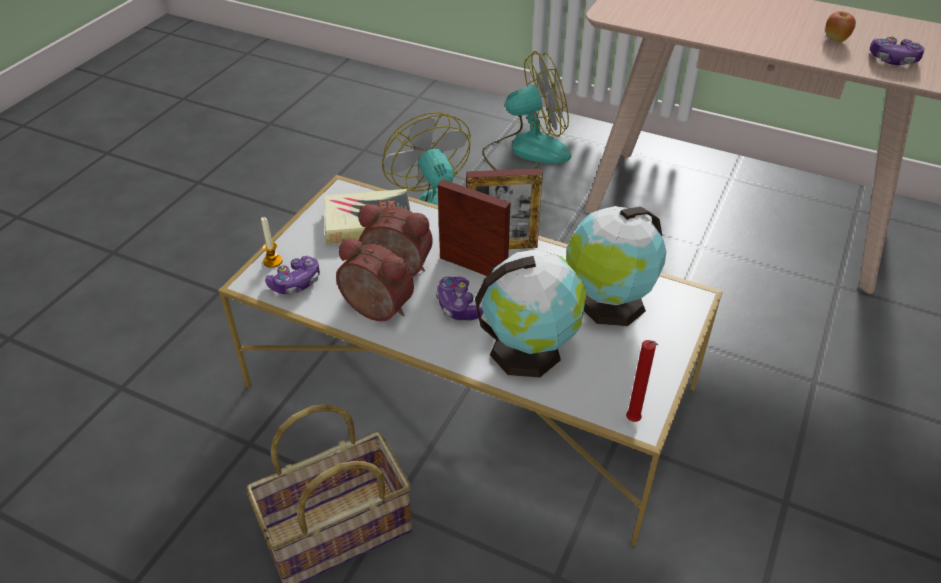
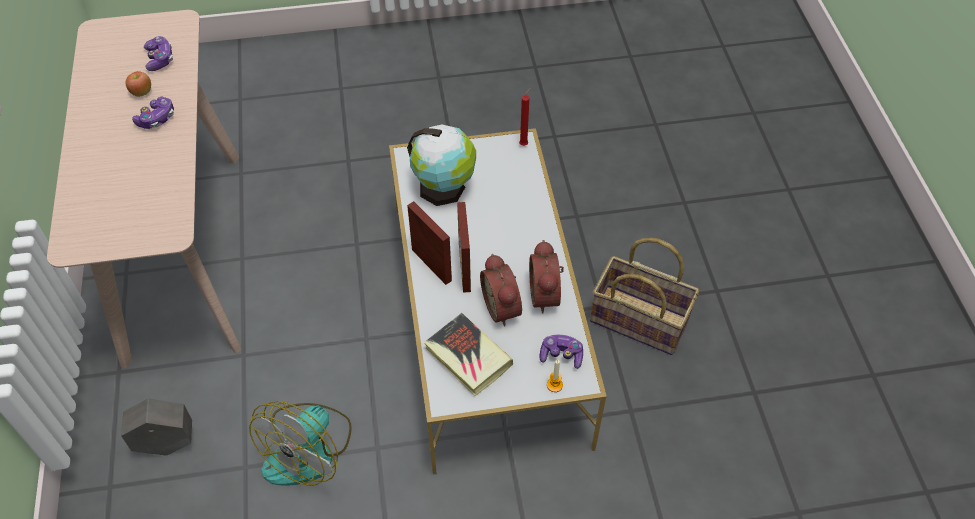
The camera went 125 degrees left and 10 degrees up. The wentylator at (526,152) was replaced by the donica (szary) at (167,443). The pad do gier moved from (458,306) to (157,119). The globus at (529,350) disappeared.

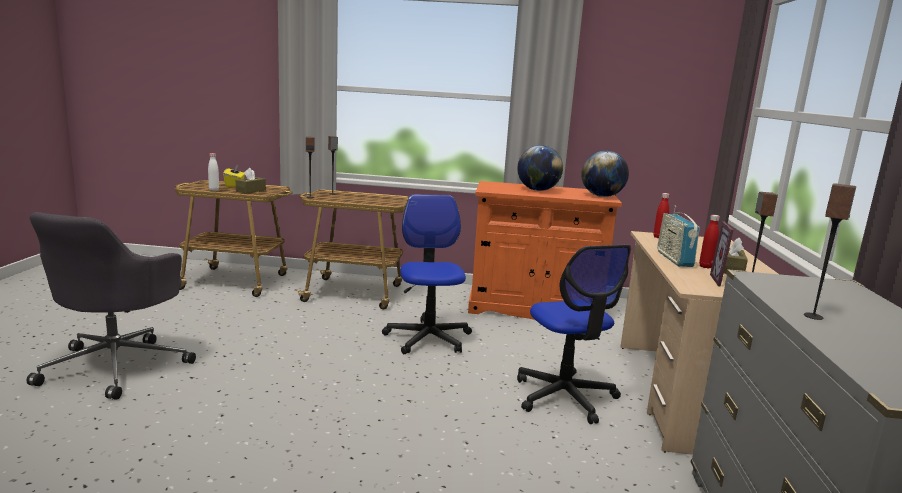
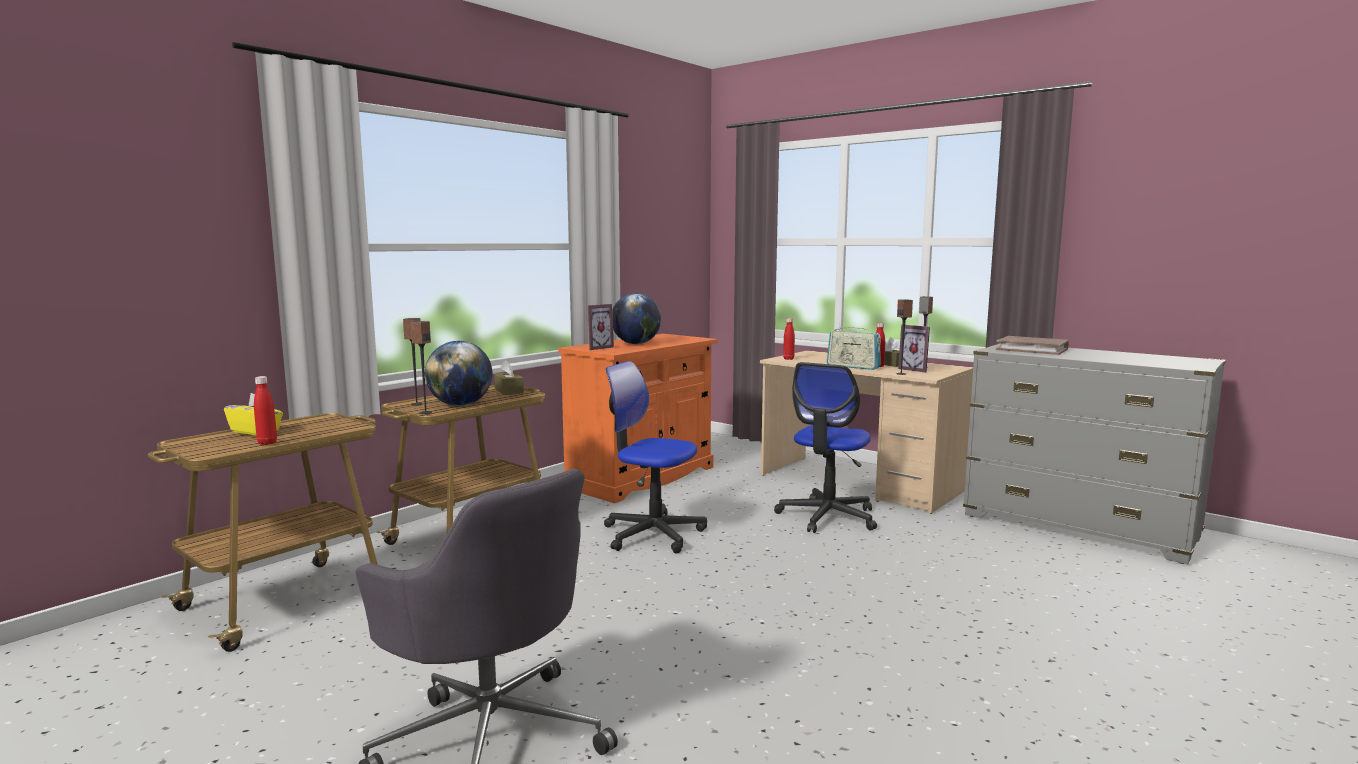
The camera went 55 degrees left and 5 degrees down. The butelka (biały) at (214,190) became the butelka (czerwony) at (267,443). The globus moved from (601,196) to (460,405). The pudełko chusteczek (brązowy) moved from (251,190) to (509,391). The ramka na zdjęcie at (597,348) appeared. The krzesło biurowe at (565,396) turned 105 degrees clockwise. The głośnik moved from (813,316) to (901,374). The książka (brązowy) at (1032,349) appeared.

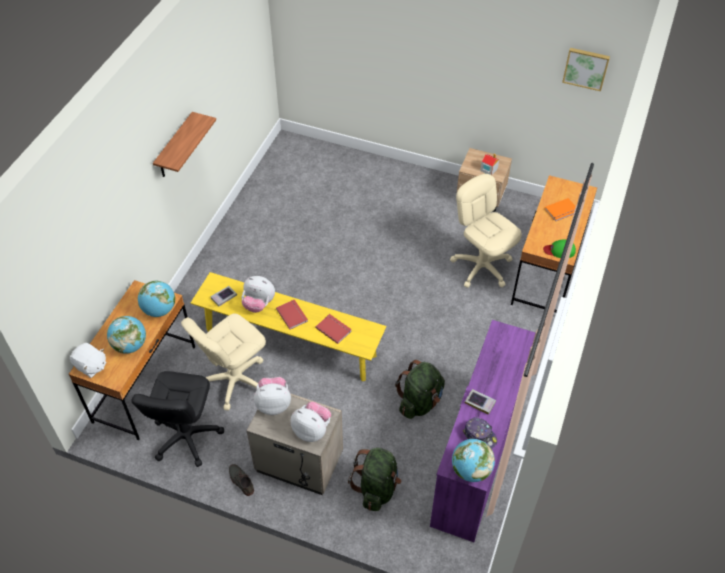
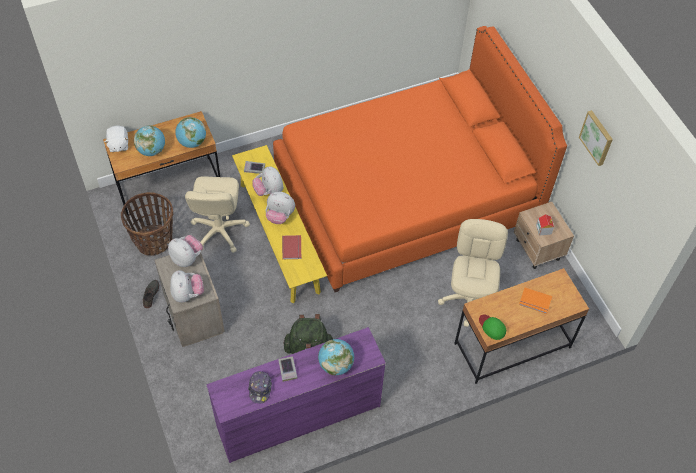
The camera went 45 degrees right and 5 degrees up. The krzesło biurowe (czarny) at (186,436) was replaced by the koszyk at (154,240). The krzesło biurowe (beżowy) at (235,380) turned 90 degrees counterclockwise. The książka (czerwony) at (292,315) was replaced by the pluszak at (280,216). The łóżko (pomarańczowy) at (406,196) appeared. The globus moved from (470,470) to (336,365). The obraz moved from (586,68) to (597,137). The półka at (175,147) disappeared. The plecak (zielony) at (377,487) disappeared.

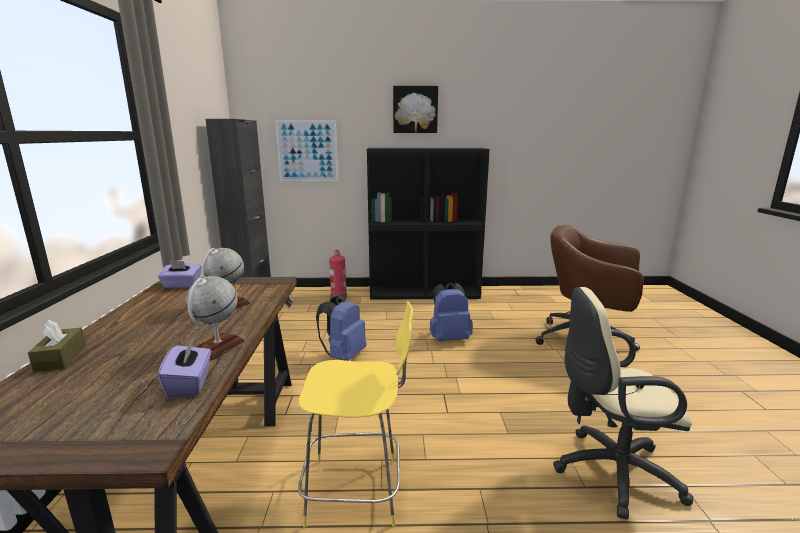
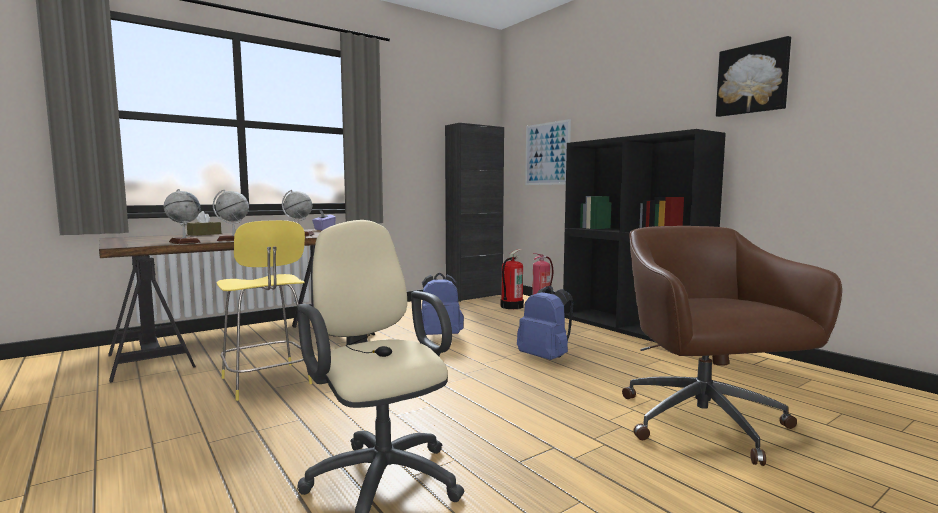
The camera went 55 degrees right and 10 degrees down. The pudełko chusteczek (fioletowy) at (190,384) was replaced by the globus at (184,242). The gaśnica at (511,306) appeared. The obraz moved from (415,110) to (753,79).

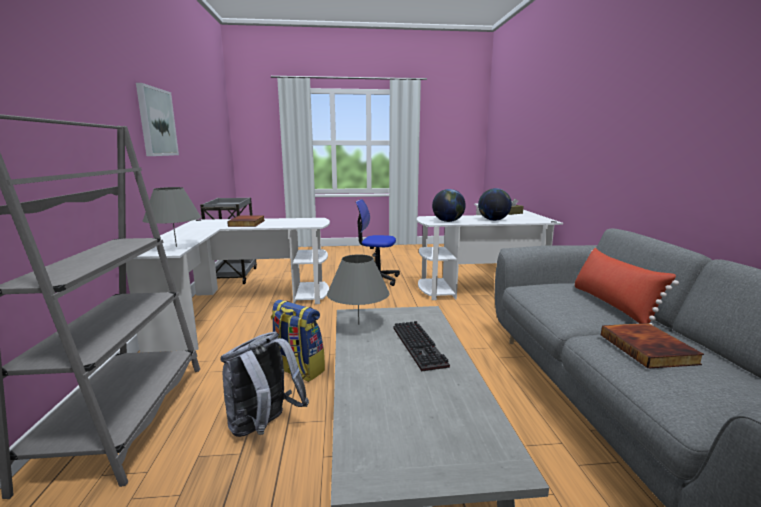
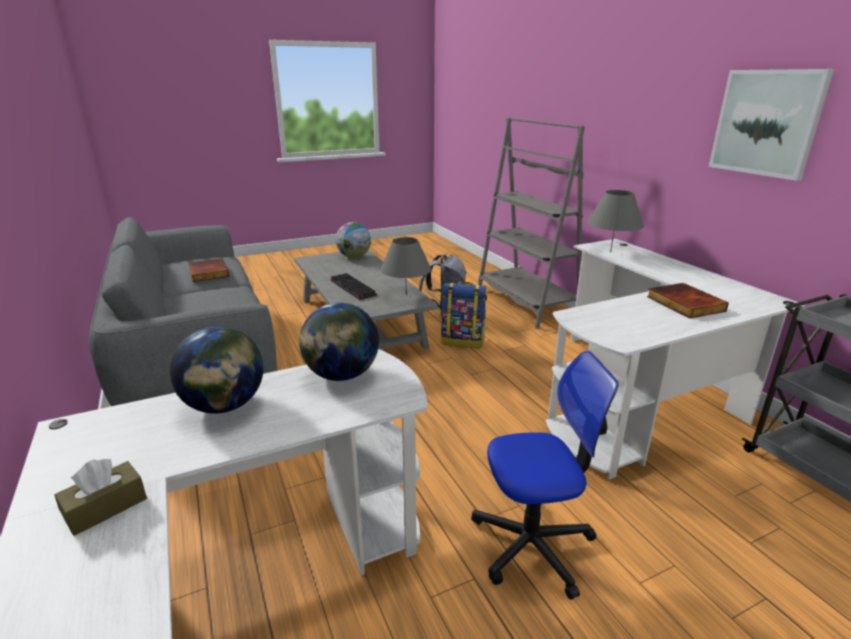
The camera went 160 degrees right and 10 degrees up. The globus at (354,257) appeared. The poduszka (czerwony) at (612,305) disappeared.

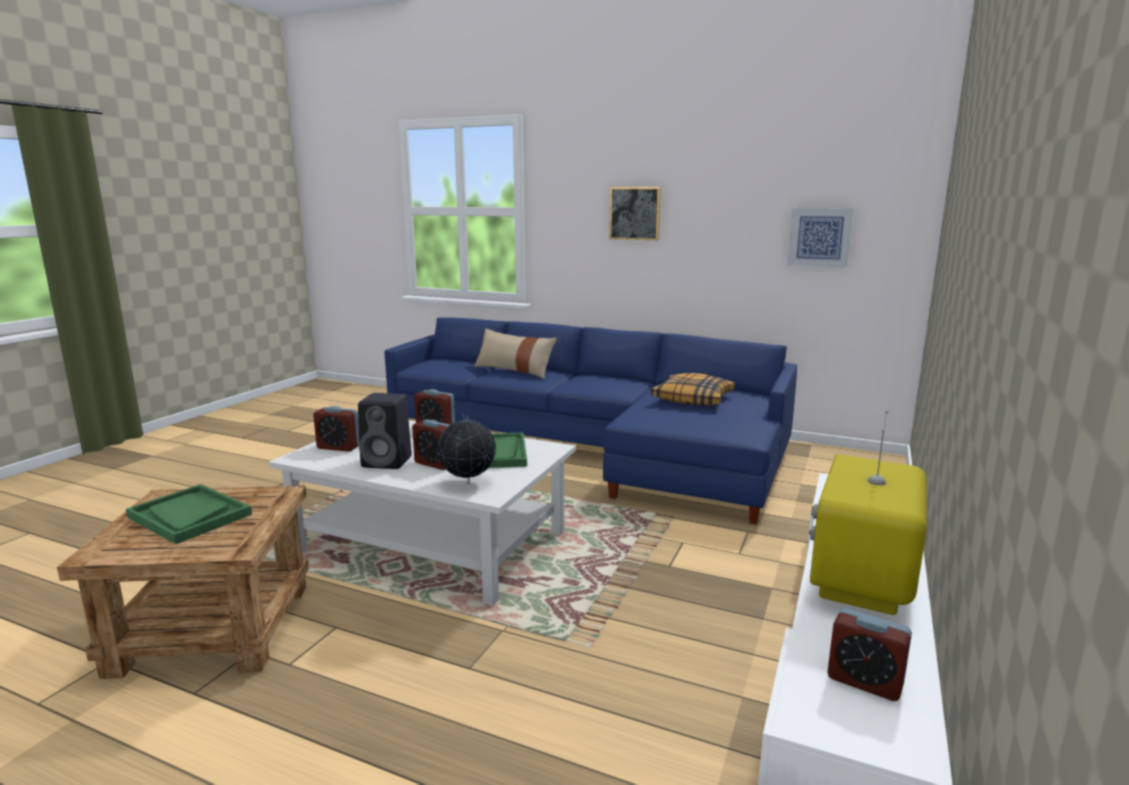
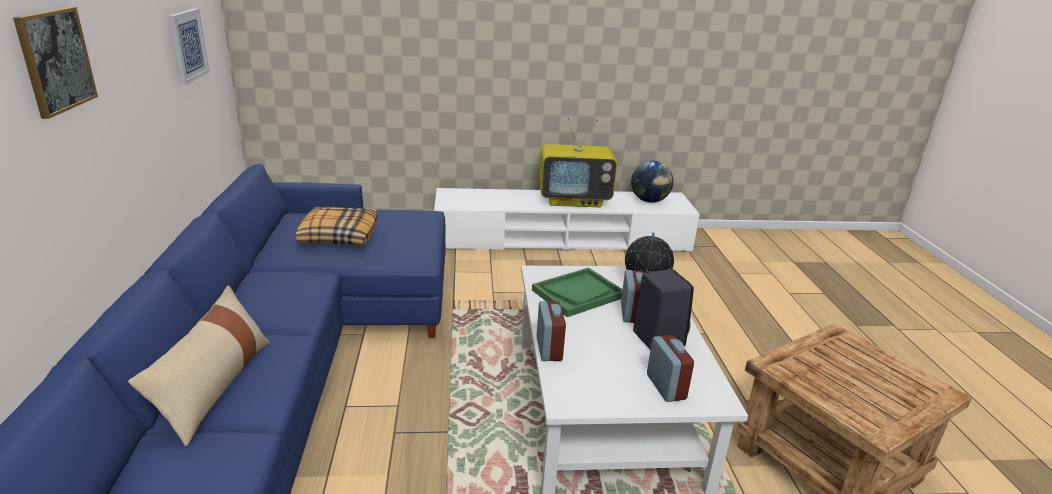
The camera went 120 degrees left and 10 degrees up. The budzik at (864,681) was replaced by the globus at (649,201). The taca (zielony) at (189,516) disappeared.

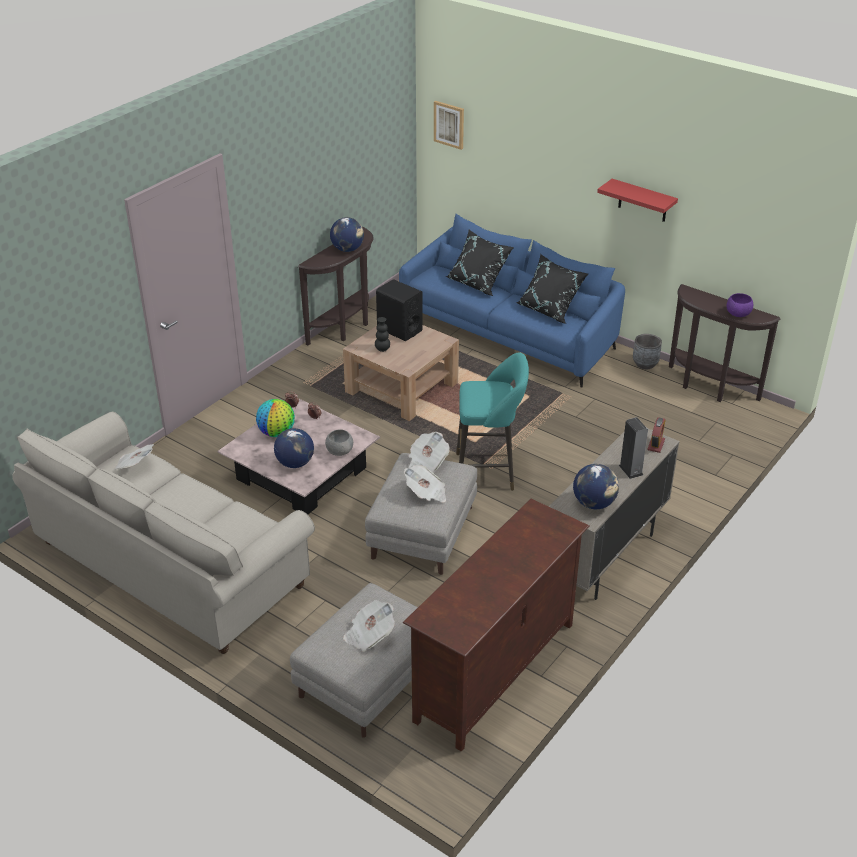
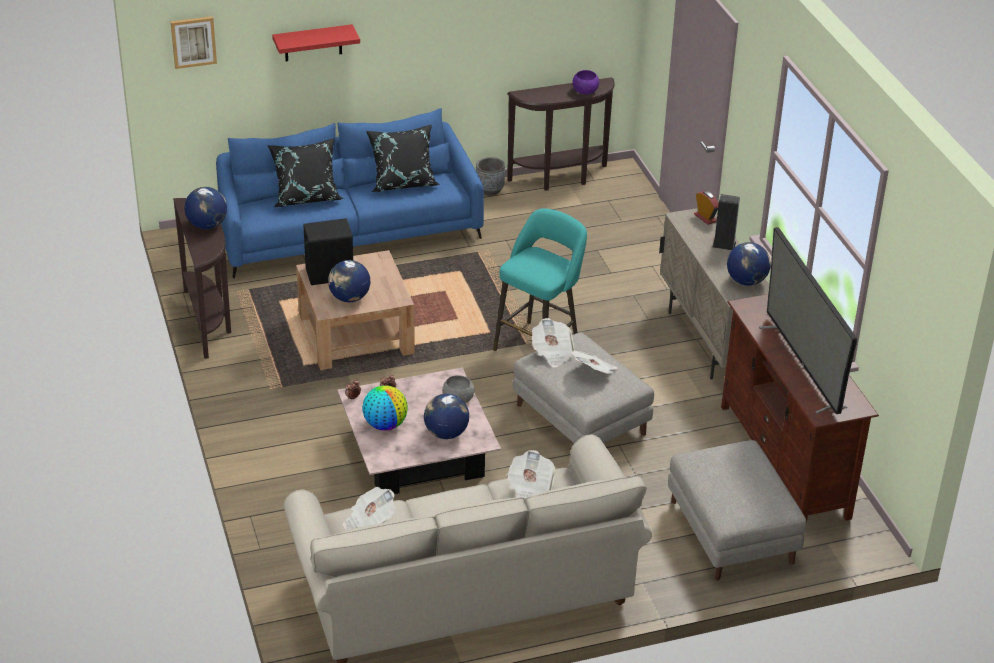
The camera went 55 degrees left and 0 degrees up. The półka (czerwony) moved from (643,201) to (313,43). The wazon (czarny) at (382,349) was replaced by the globus at (349,298). The gazeta moved from (369,635) to (530,489). The telewizor at (802,366) appeared.

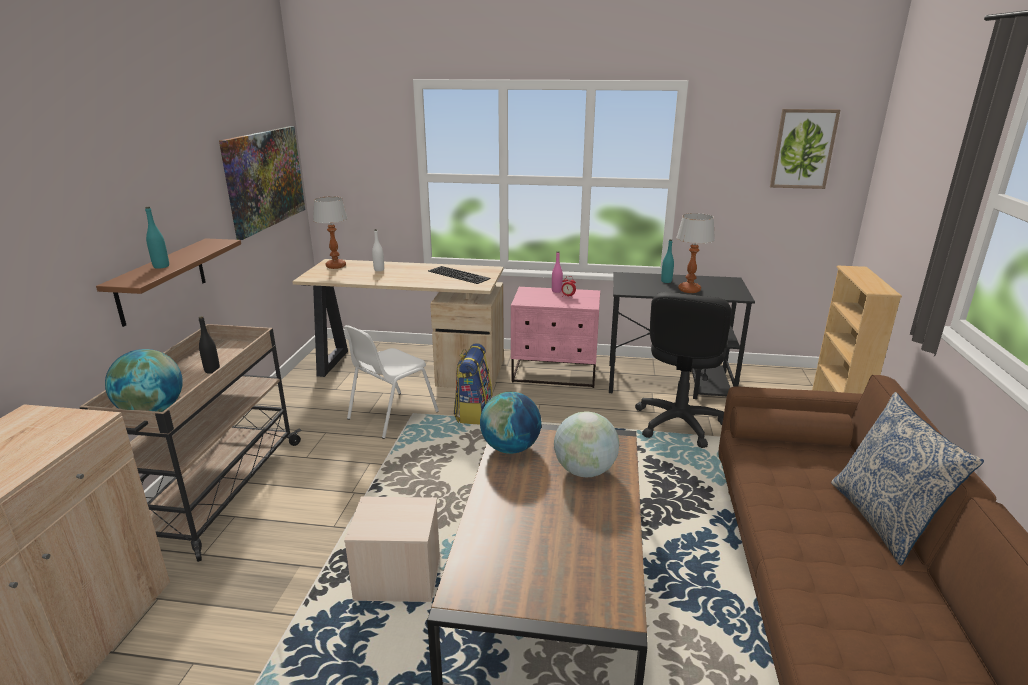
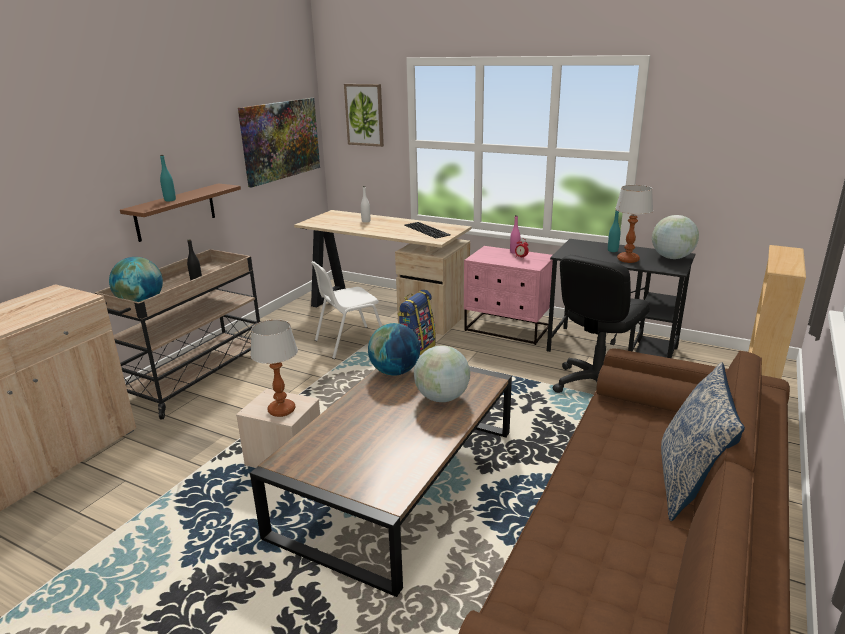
The camera went 20 degrees right and 0 degrees up. The lampa stołowa moved from (335,266) to (281,410). The obraz moved from (803,149) to (364,115). The globus at (671,258) appeared.

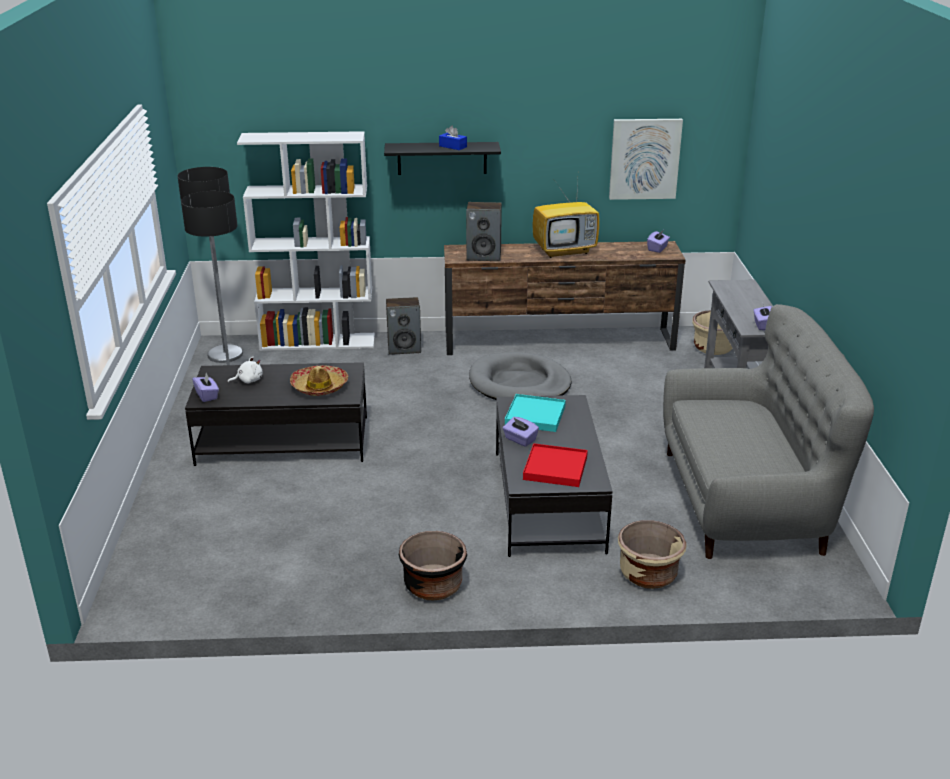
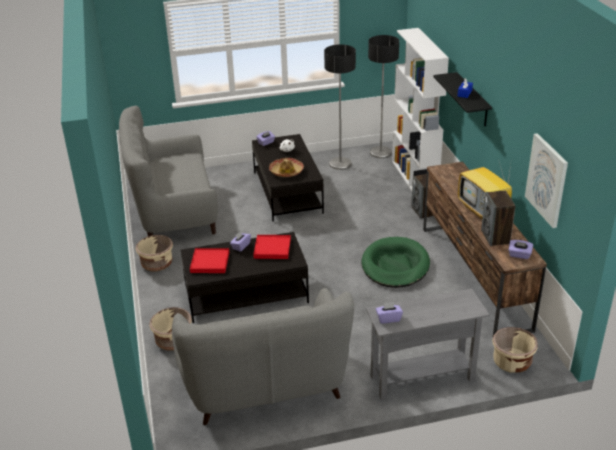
The camera went 80 degrees right and 5 degrees up. The kanapa (szary) at (174,211) appeared. The donica (czarny) at (433,586) became the donica (beżowy) at (157,264). The taca (turkusowy) at (535,416) became the taca (czerwony) at (272,248). The legowisko (szary) at (519,383) became the legowisko (zielony) at (395,265). The głośnik moved from (484,256) to (495,237).

